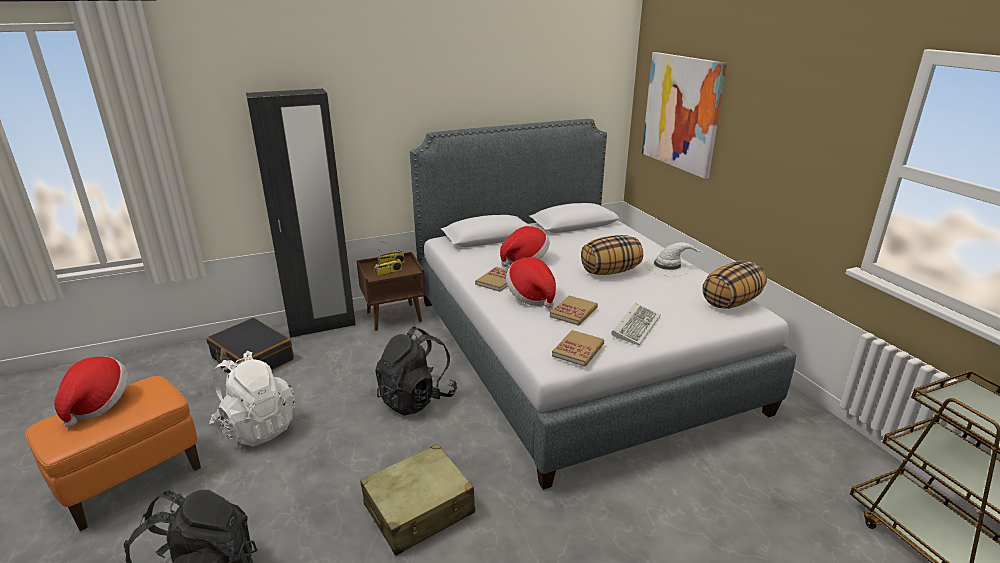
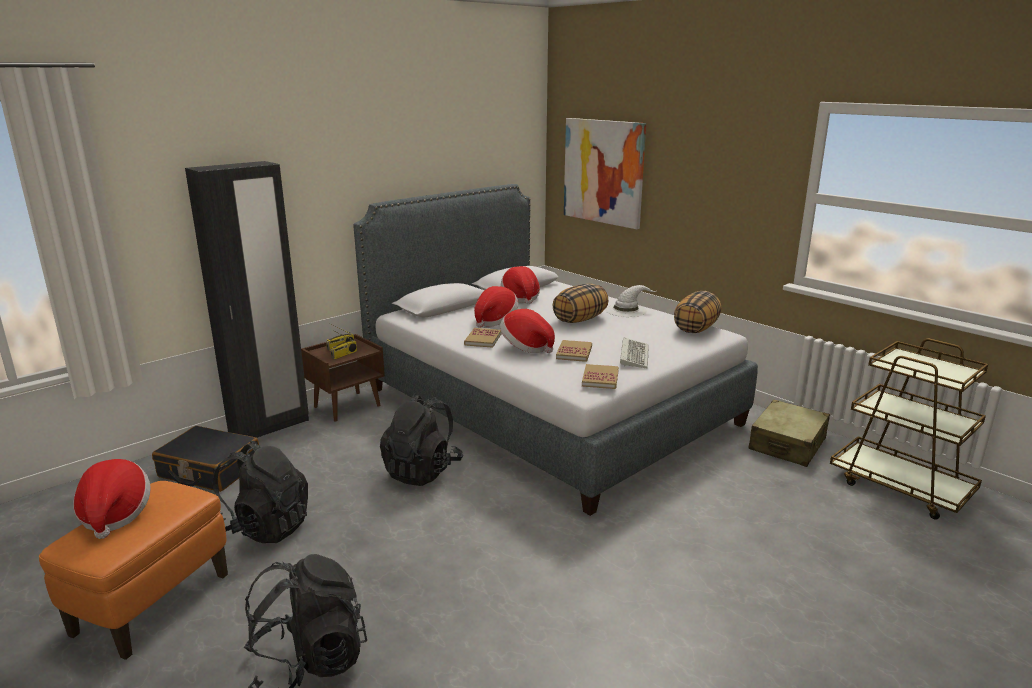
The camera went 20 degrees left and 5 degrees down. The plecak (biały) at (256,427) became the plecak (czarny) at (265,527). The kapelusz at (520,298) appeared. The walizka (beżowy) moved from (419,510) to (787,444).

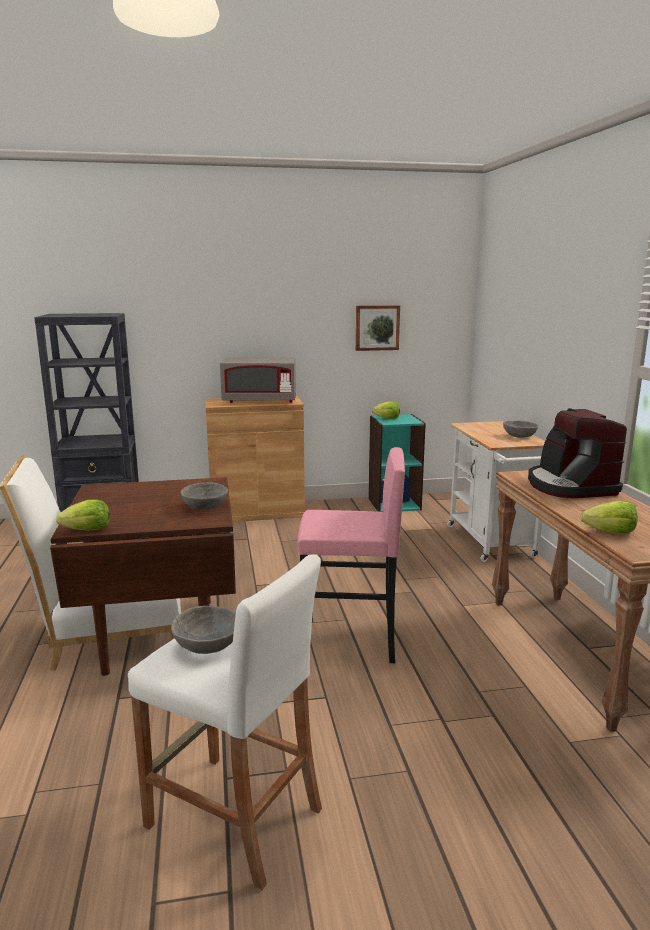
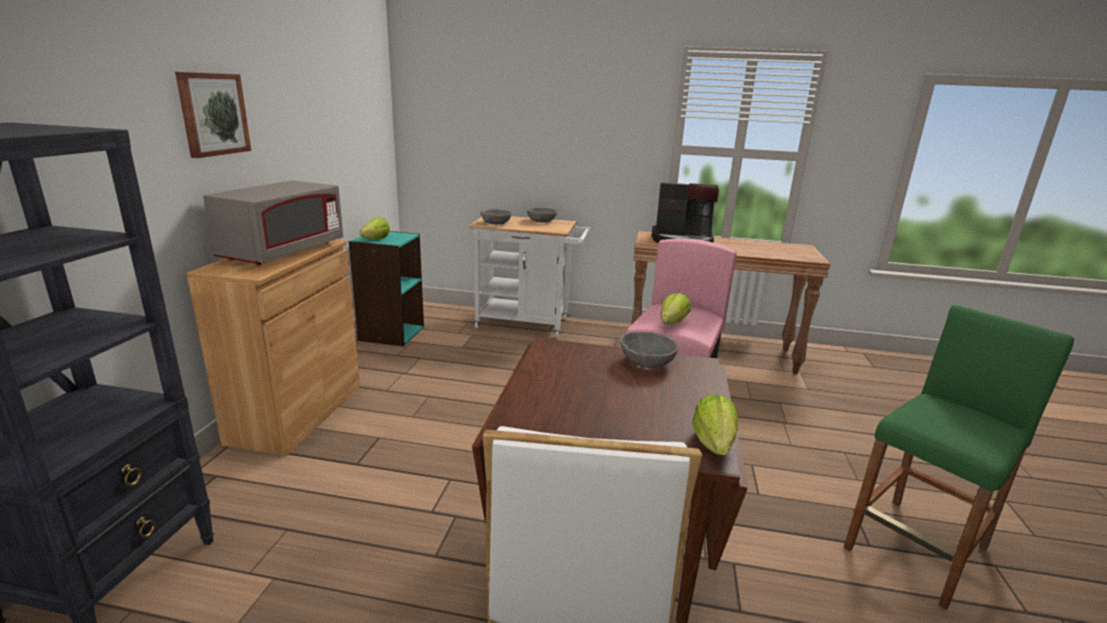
The camera went 70 degrees left and 5 degrees up. The obraz moved from (377,327) to (213,114). The miska (szary) moved from (207,644) to (495,223). The sałata moved from (610,532) to (672,323). The stołek (biały) at (233,817) became the stołek (zielony) at (917,549).

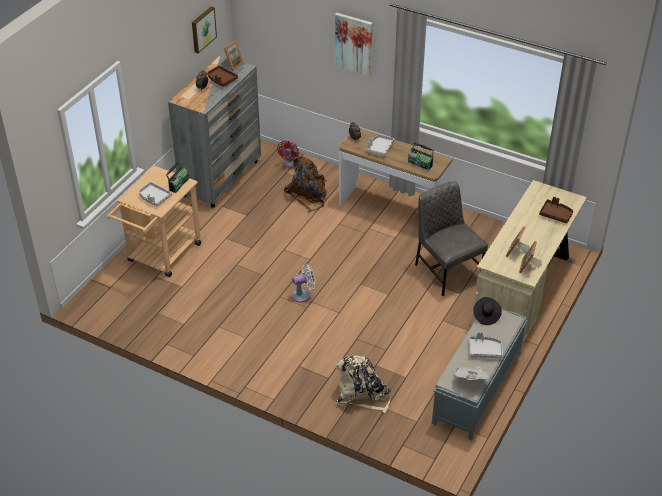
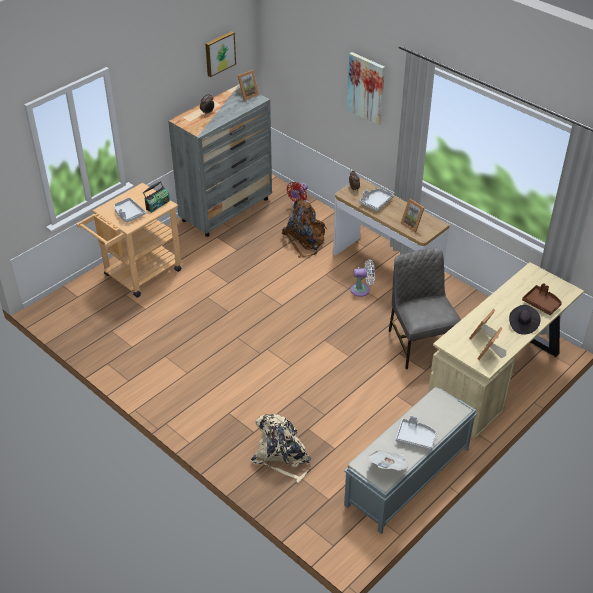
The camera went 15 degrees right and 0 degrees up. The wentylator (biały) moved from (303,295) to (362,290). The radio at (420,163) was replaced by the ramka na zdjęcie at (413,225). The kapelusz (czarny) moved from (486,316) to (522,325). The taca (brązowy) at (221,80) disappeared.

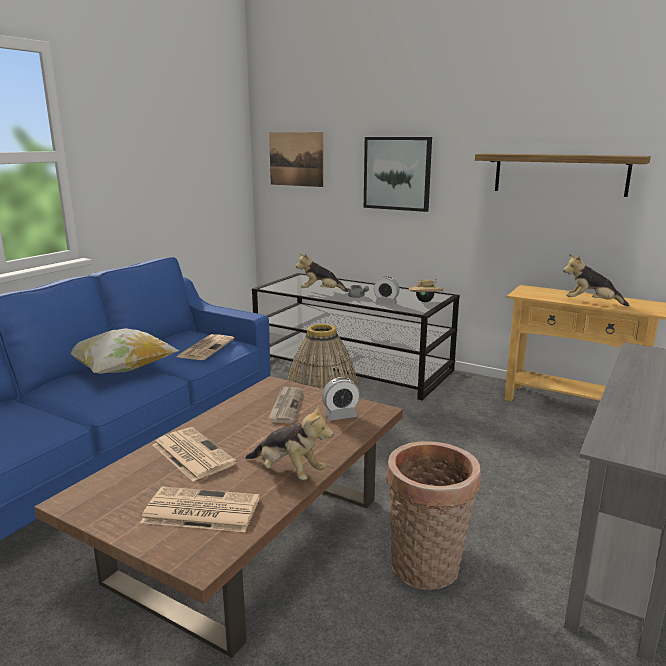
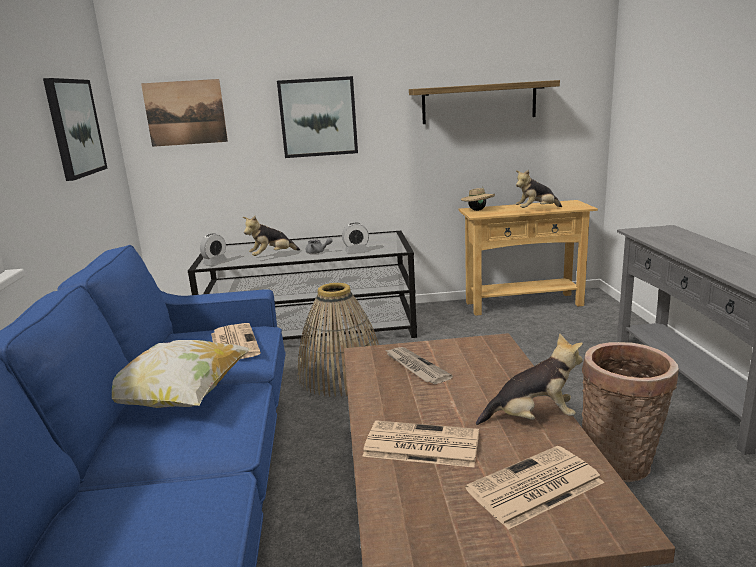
The camera went 35 degrees left and 0 degrees up. The obraz at (74,128) appeared. The budzik moved from (340,416) to (215,262). The kapelusz (beżowy) moved from (425,301) to (477,210).

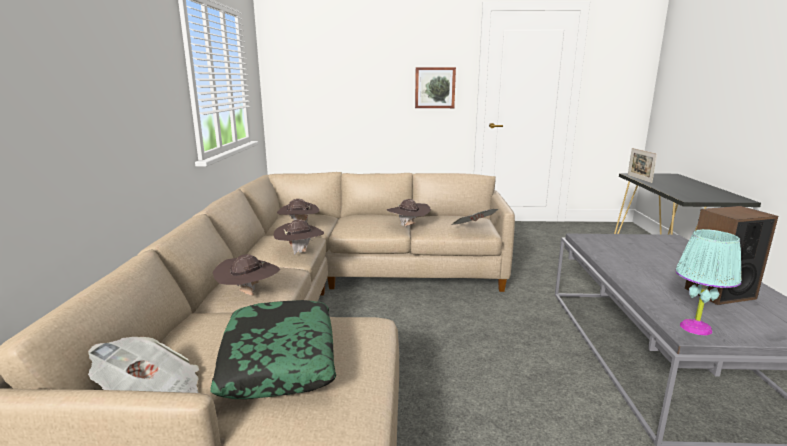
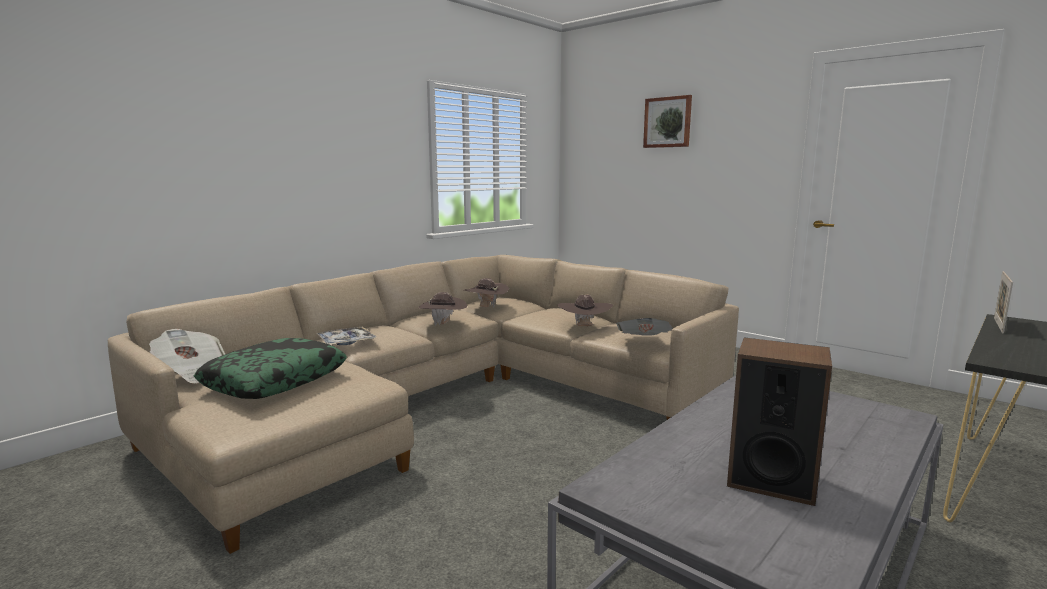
The camera went 40 degrees right and 5 degrees down. The kapelusz (brązowy) at (249,295) was replaced by the taca at (346,342). The obraz moved from (435,87) to (667,122). The lampa stołowa (turkusowy) at (695,328) disappeared.

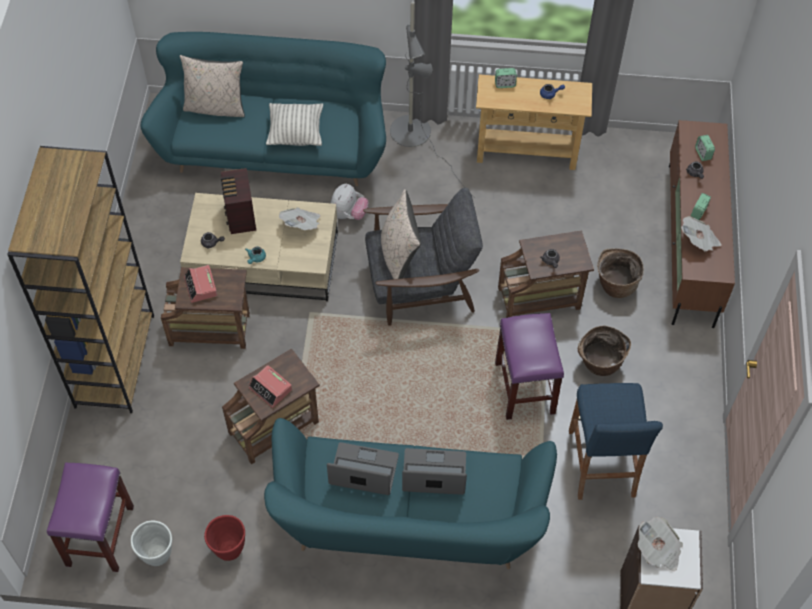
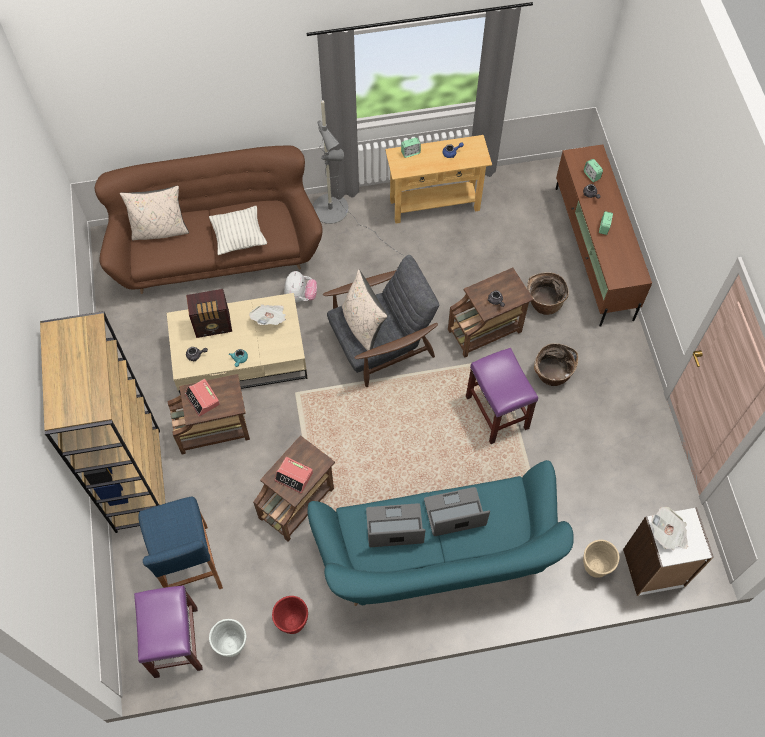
The camera went 15 degrees left and 5 degrees up. The kanapa (turkusowy) at (274,146) became the kanapa (brązowy) at (217,250). The stołek (niebieski) moved from (601,463) to (189,564). The radio at (240,217) turned 75 degrees counterclockwise. The donica (beżowy) at (594,567) appeared. The gazeta at (699,241) disappeared.

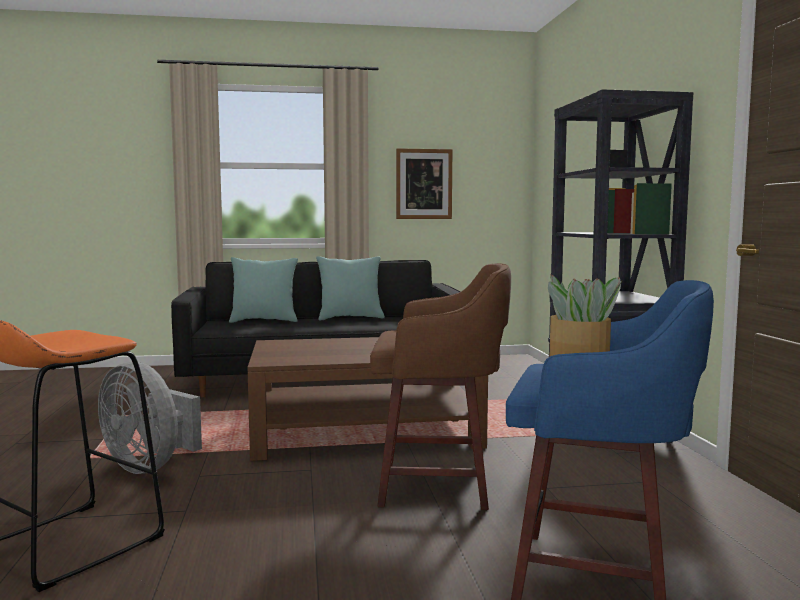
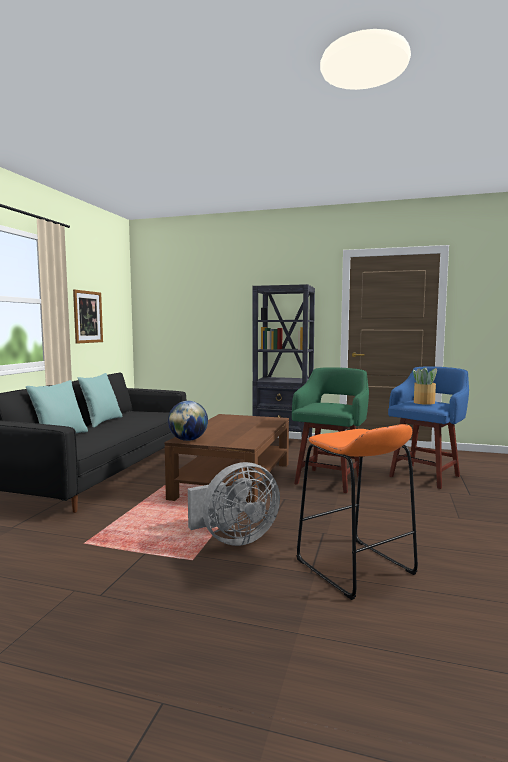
The camera went 65 degrees left and 0 degrees up. The globus at (188,440) appeared. The stołek (brązowy) at (439,486) became the stołek (zielony) at (329,479).

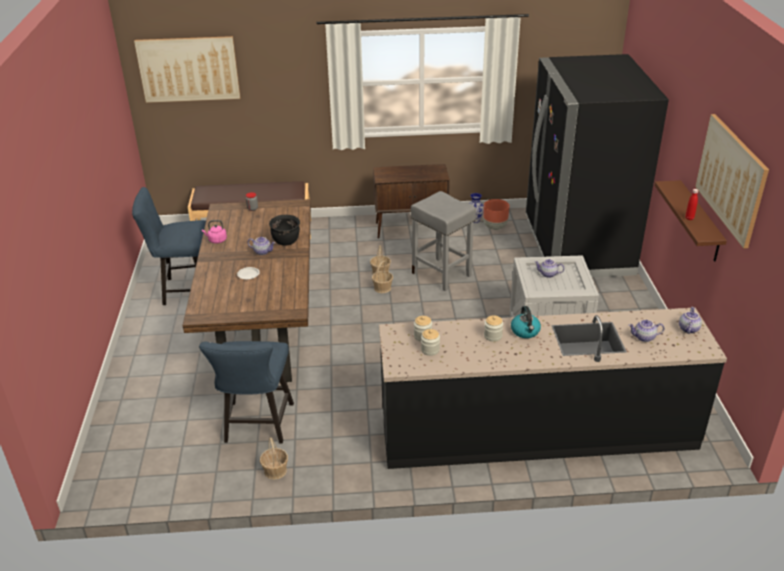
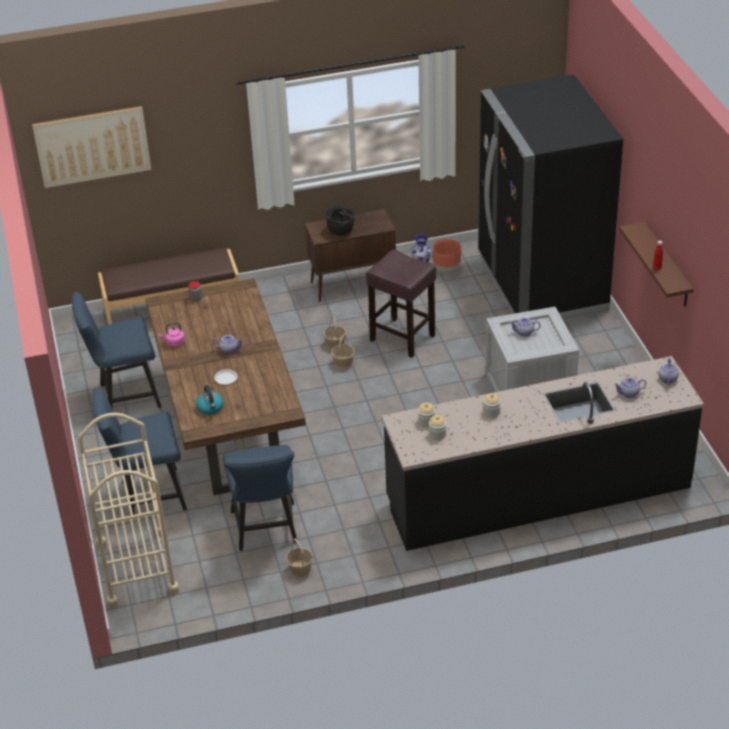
The camera went 10 degrees left and 5 degrees up. The wózek (beżowy) at (137,568) appeared. The krzesło (niebieski) at (148,495) appeared. The czajnik moved from (525,331) to (210,408). The garnek (czarny) moved from (286,241) to (341,231). The stołek (szary) at (442,274) became the stołek (brązowy) at (403,338). The obraz at (731,178) disappeared.

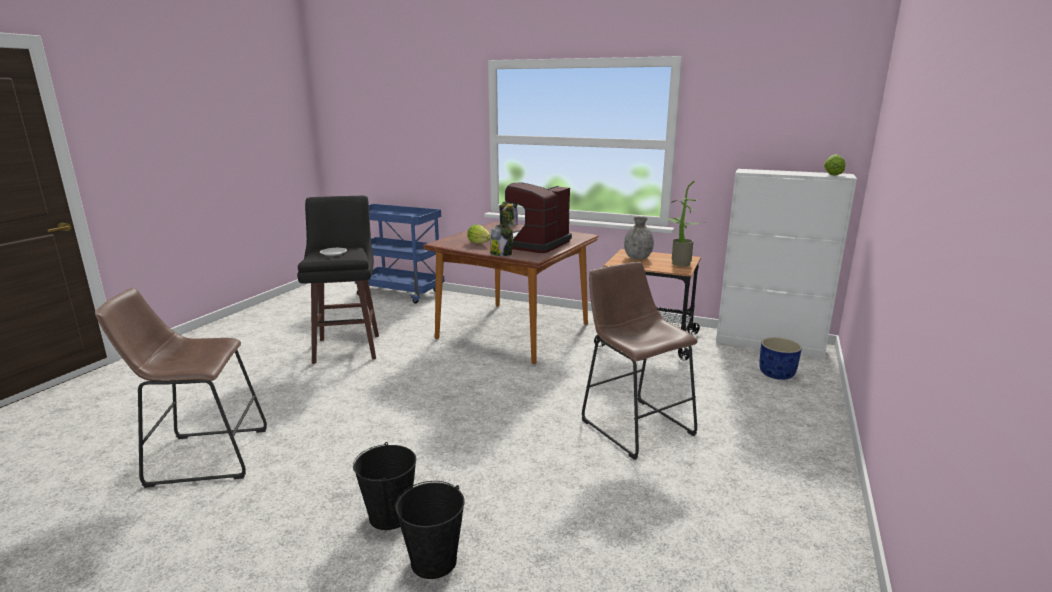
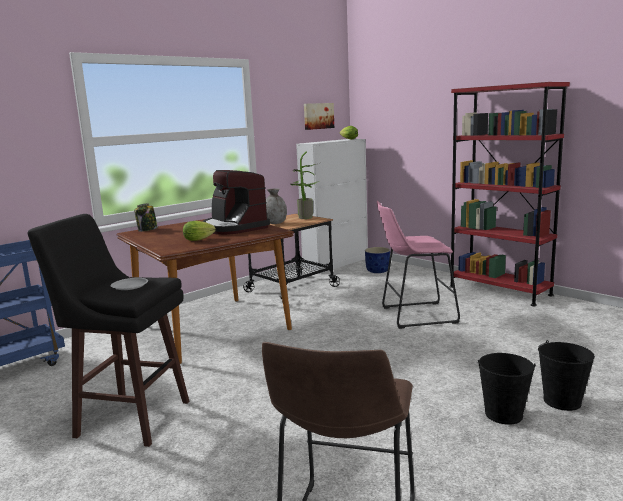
The camera went 65 degrees left and 5 degrees down. The obraz at (318,116) appeared. The stołek (brązowy) at (633,424) became the stołek (różowy) at (414,315). The regał (czerwony) at (499,291) appeared. The słoik at (501,254) disappeared.

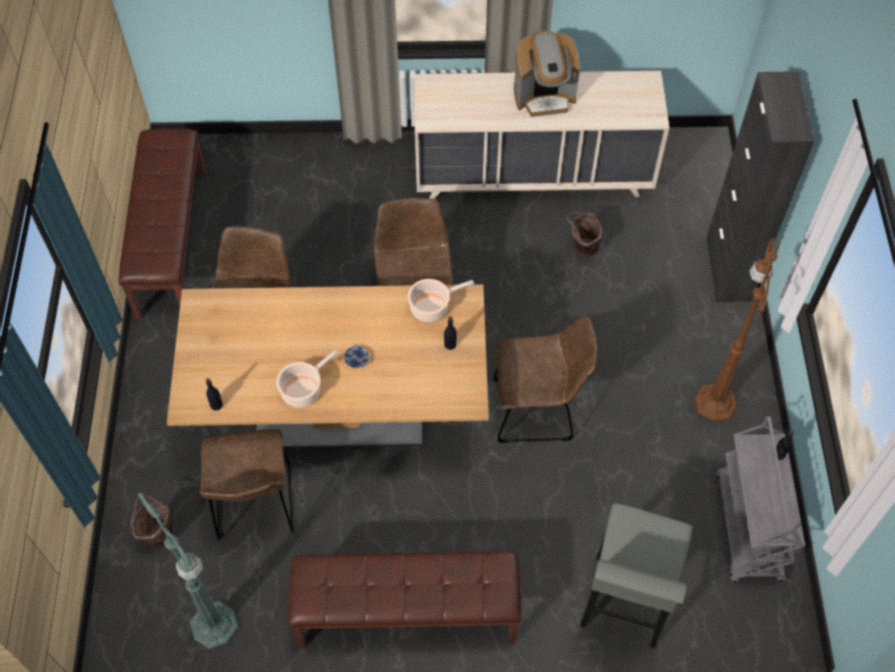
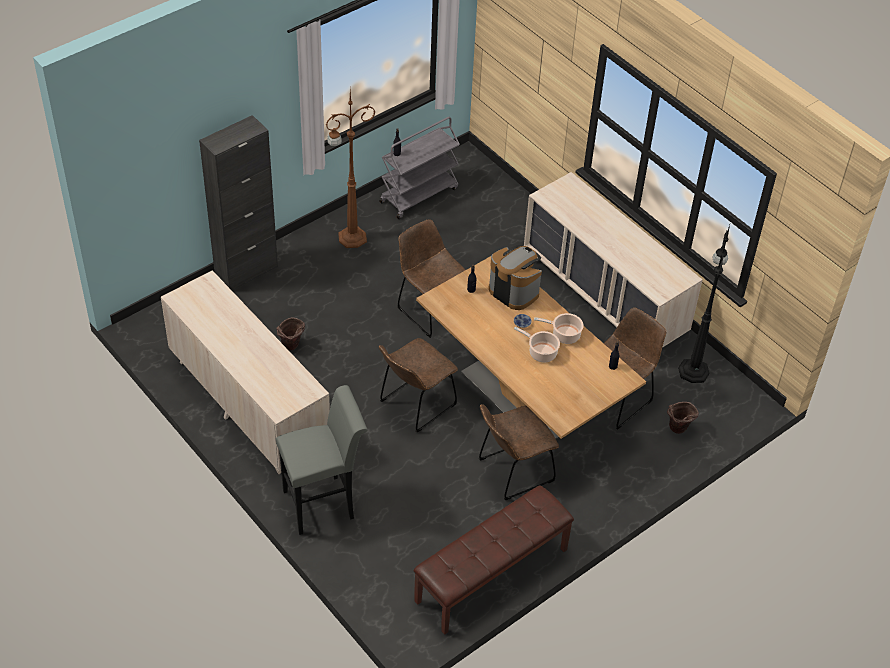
The camera went 130 degrees left and 10 degrees down. The stołek (szary) moved from (623,608) to (324,503). The ekspres do kawy moved from (544,97) to (514,291). The garnek moved from (432,307) to (541,352). The ławka (brązowy) at (406,615) was replaced by the komoda (beżowy) at (603,298). The lampa stojąca (zielony) at (215,627) became the lampa stojąca (czarny) at (694,370).

